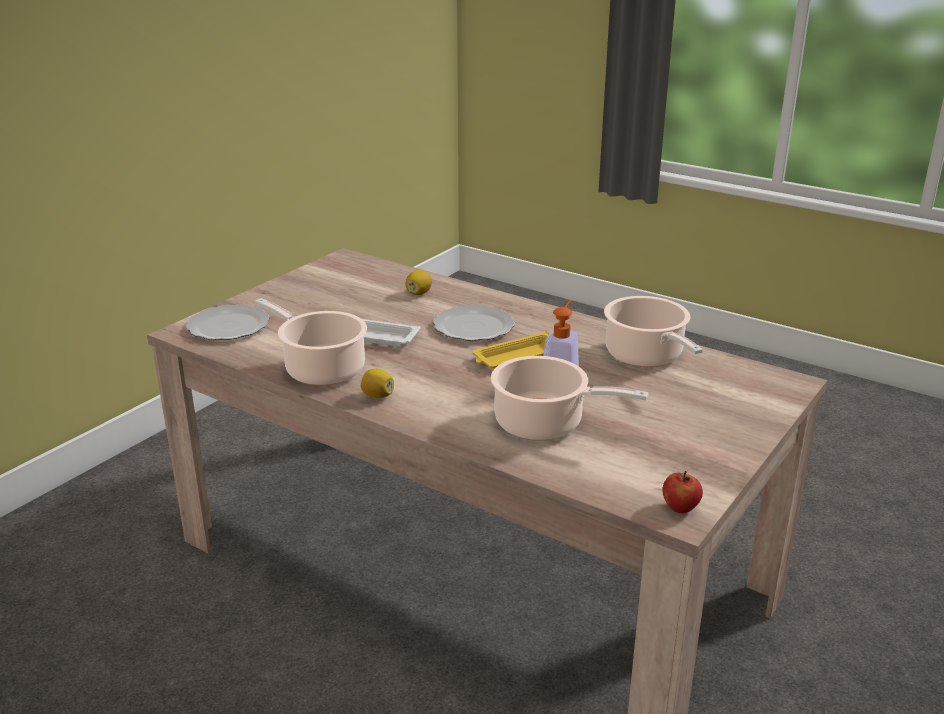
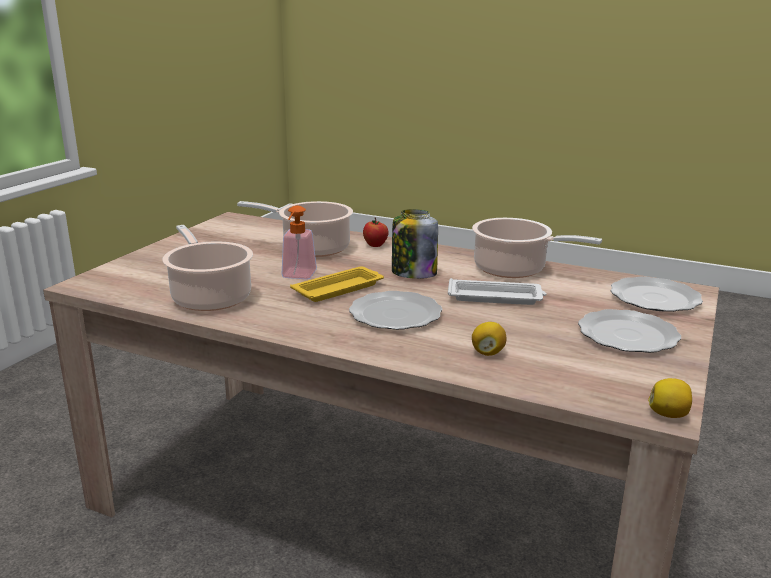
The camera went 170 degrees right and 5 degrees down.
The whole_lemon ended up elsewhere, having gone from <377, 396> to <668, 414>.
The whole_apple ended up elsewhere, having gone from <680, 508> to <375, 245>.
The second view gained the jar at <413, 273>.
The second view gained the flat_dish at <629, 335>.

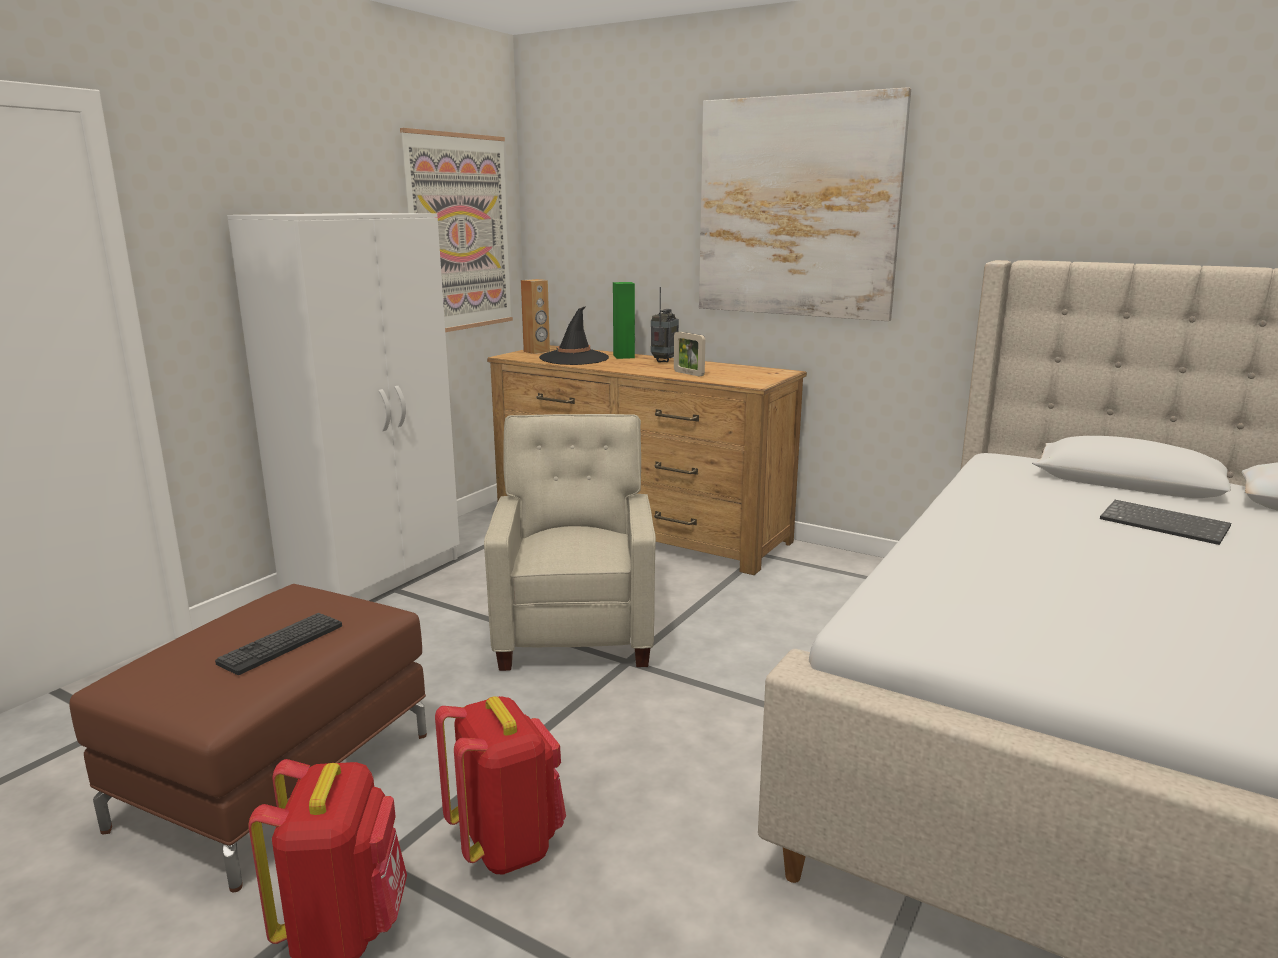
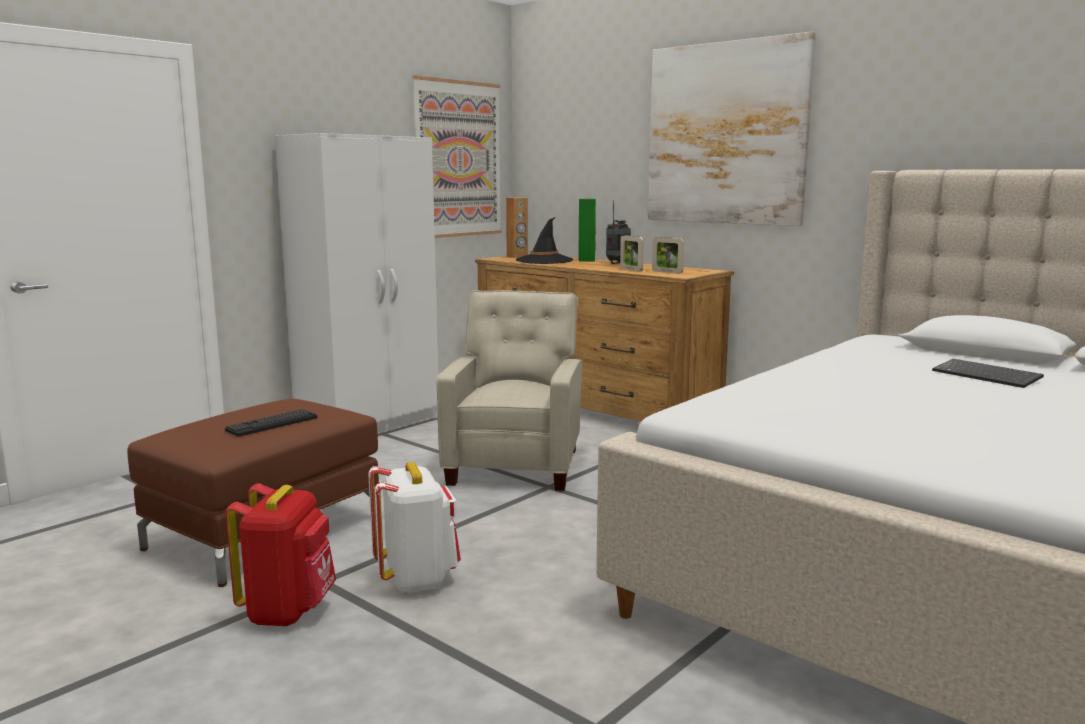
The camera went 10 degrees right and 5 degrees down.
What was the red-coloured_knapsack at <506, 844> turned into the whitish_knapsack at <416, 579>.
The second view gained the photo_frame at <667, 272>.

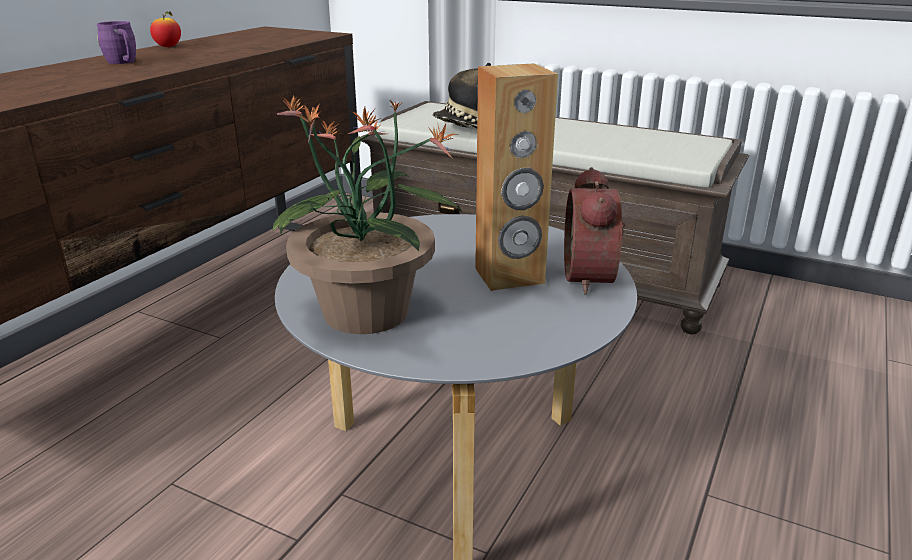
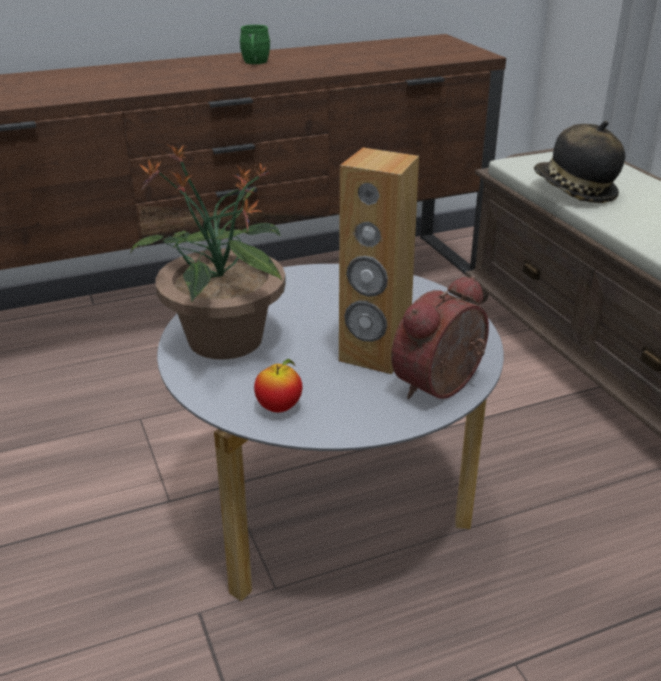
The camera went 40 degrees right and 5 degrees up.
What was the purple-coloured_coffee_mug at <123, 62> turned into the green-coloured_coffee_mug at <255, 63>.
The whole_apple ended up elsewhere, having gone from <168, 47> to <279, 408>.

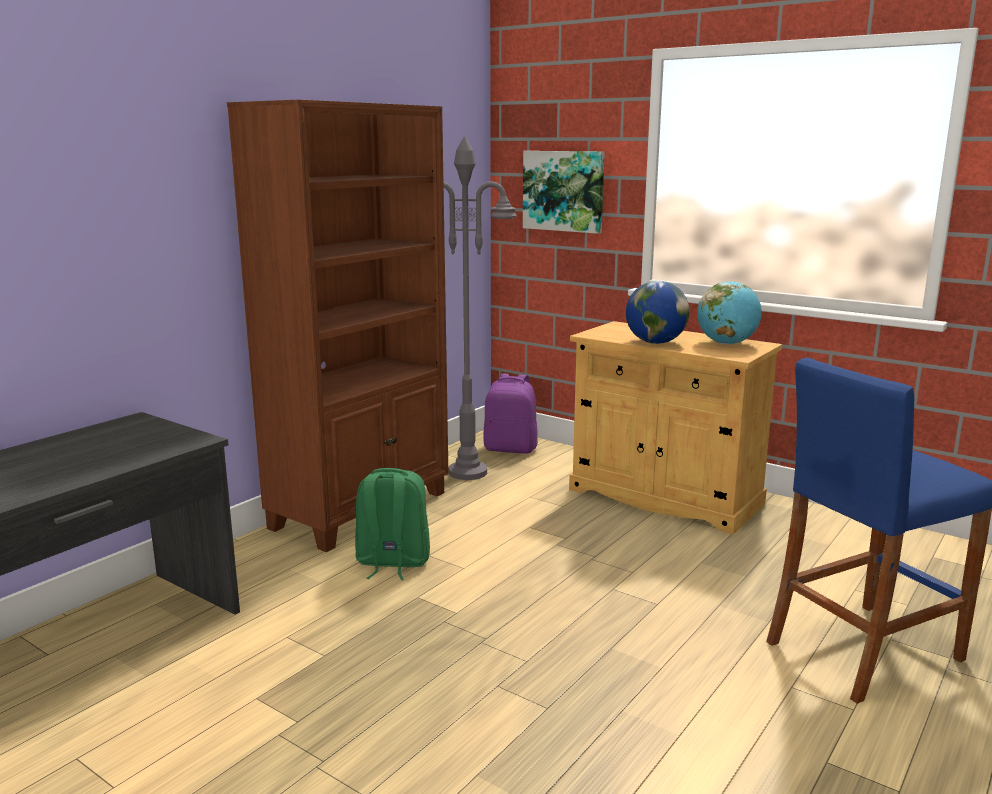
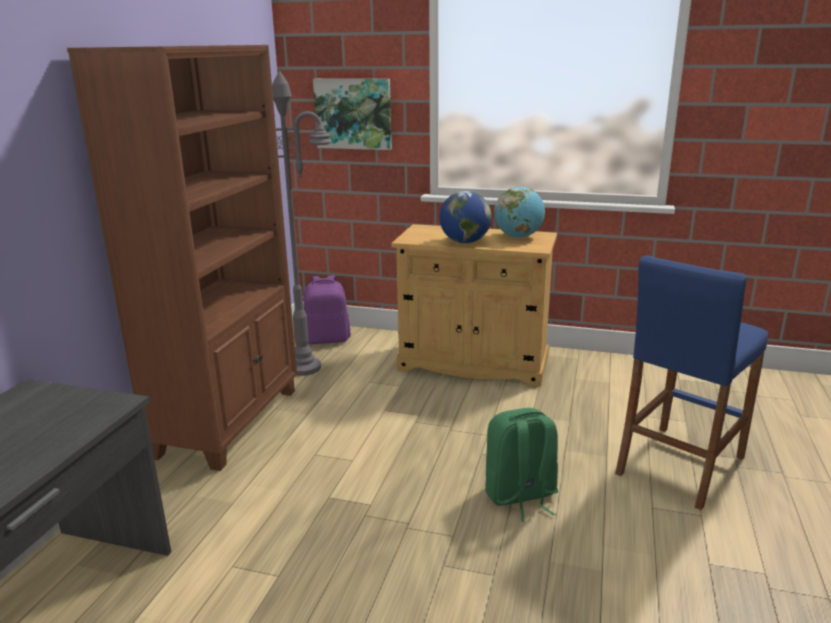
The camera went 20 degrees left and 5 degrees up.
The green-coloured_knapsack ended up elsewhere, having gone from <392, 562> to <520, 496>.

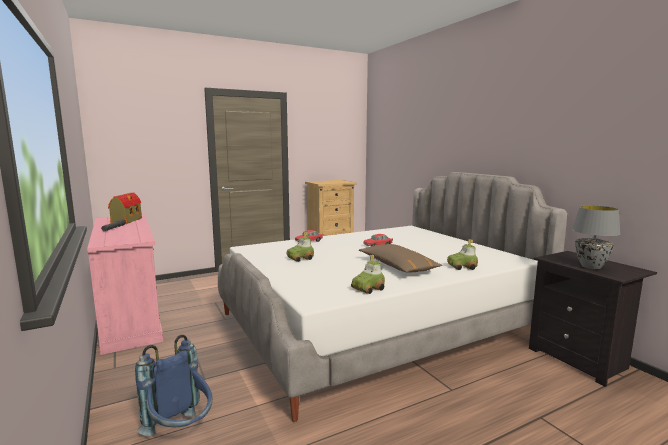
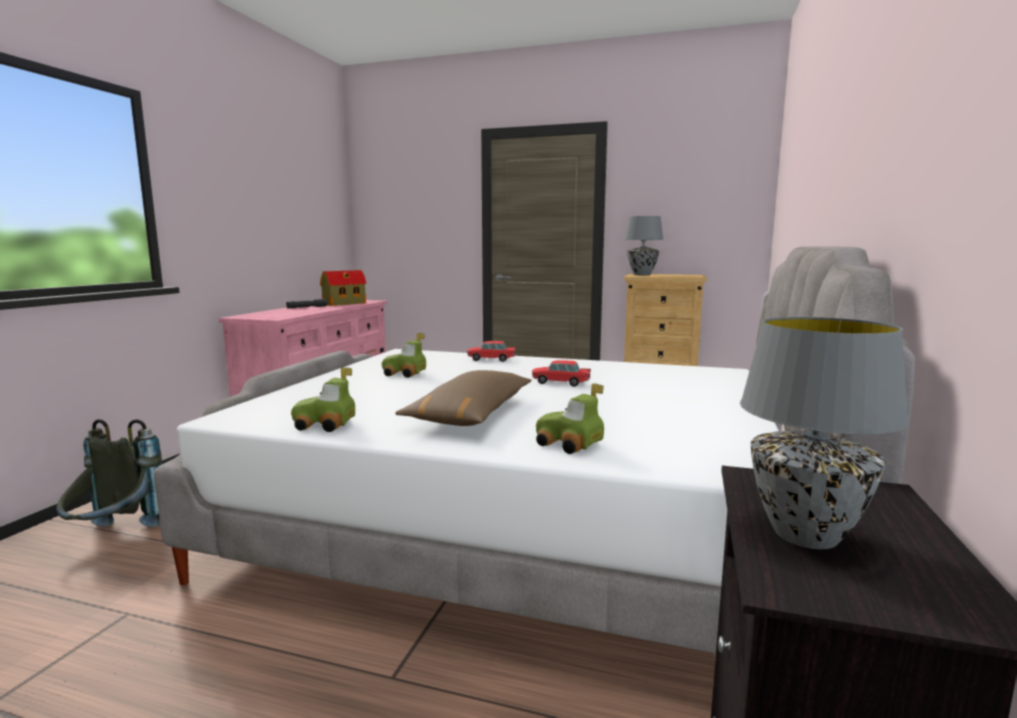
The camera went 45 degrees right and 0 degrees up.
What was the bluish_knapsack at <181, 433> turned into the gray_knapsack at <114, 537>.
The second view gained the gray_table_lamp at <642, 275>.

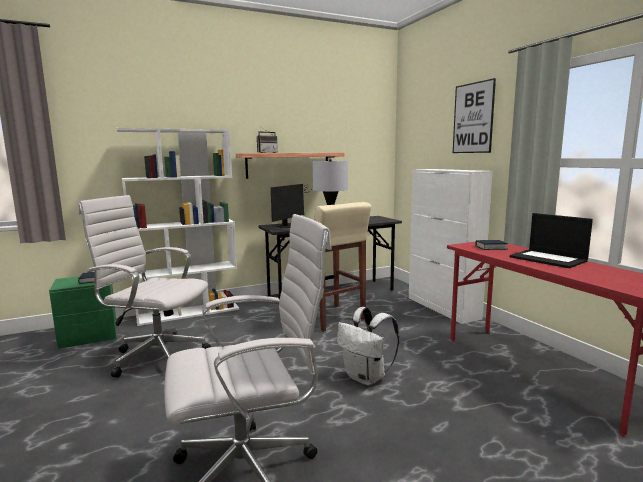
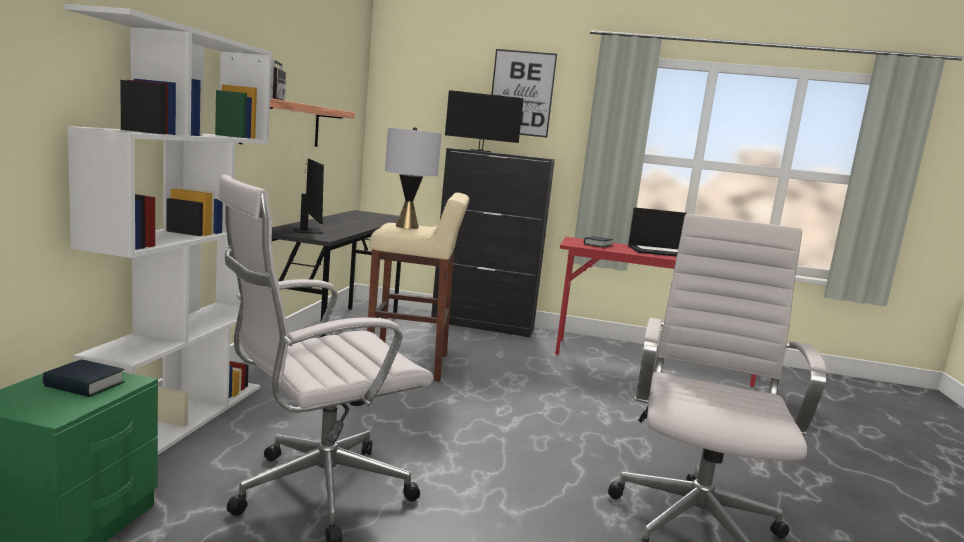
The camera went 55 degrees left and 0 degrees up.
The second view lost the whitish_knapsack at <366, 378>.
What was the whitish_storage_cabinet at <443, 308> turned into the blackish_storage_cabinet at <483, 325>.
The second view gained the computer_screen at <484, 151>.

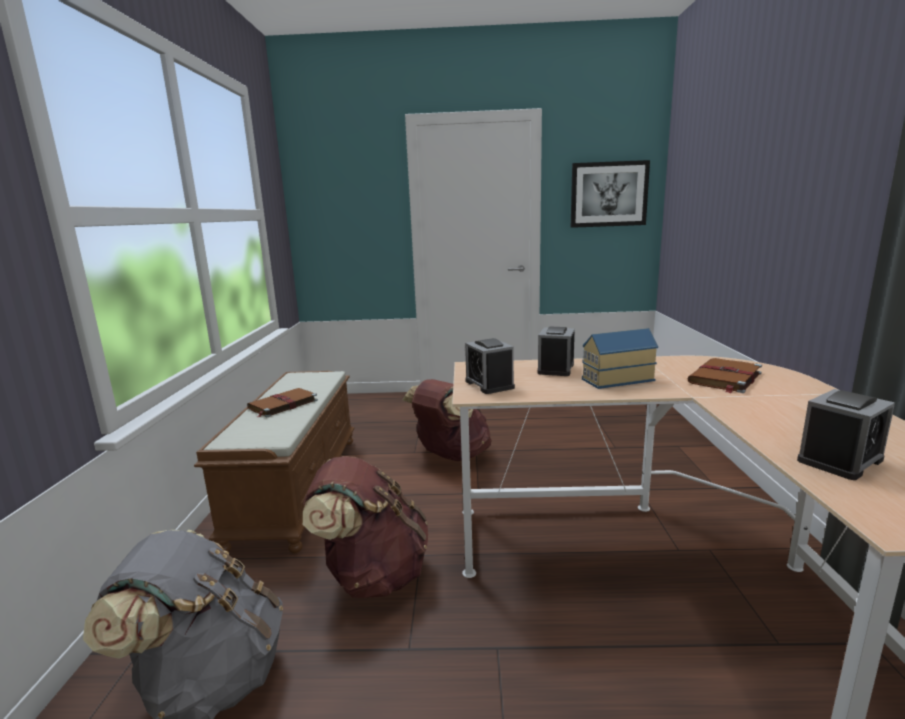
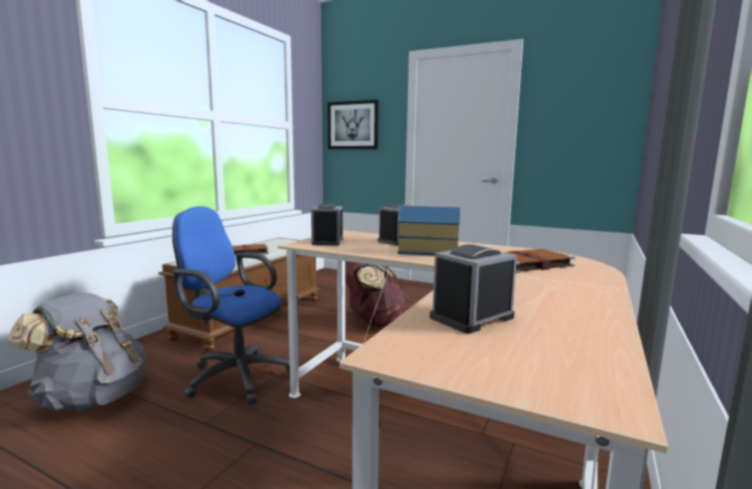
The camera went 25 degrees right and 5 degrees down.
Where the brown_knapsack stood at <372, 575>, the bluish_desk_chair came to stand at <234, 376>.
The wall_art ended up elsewhere, having gone from <608, 194> to <353, 125>.
The alarm_clock at <839, 460> ended up facing another way, 150 degrees clockwise from before.

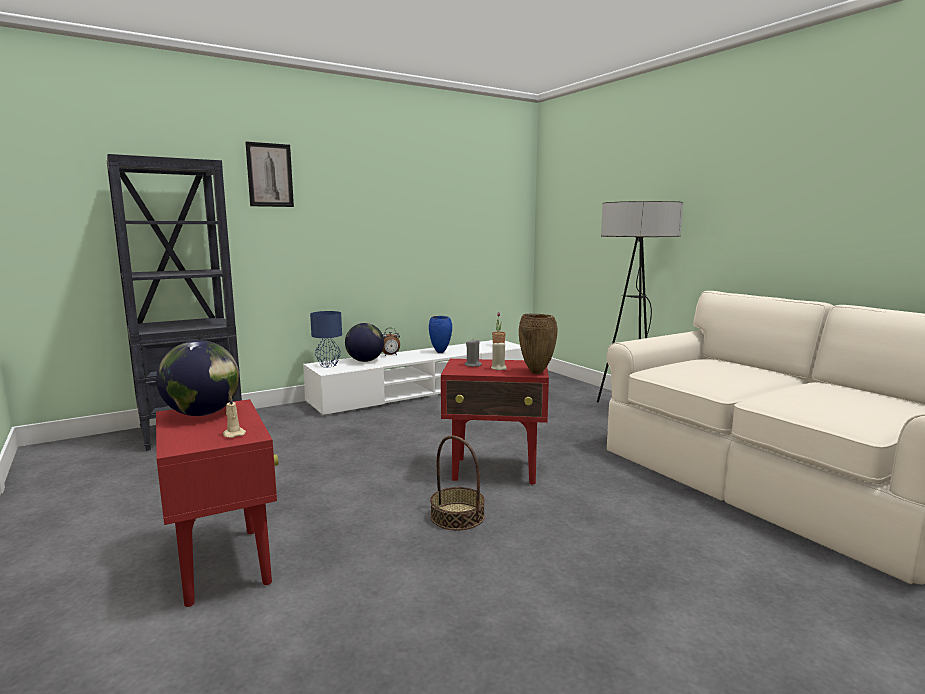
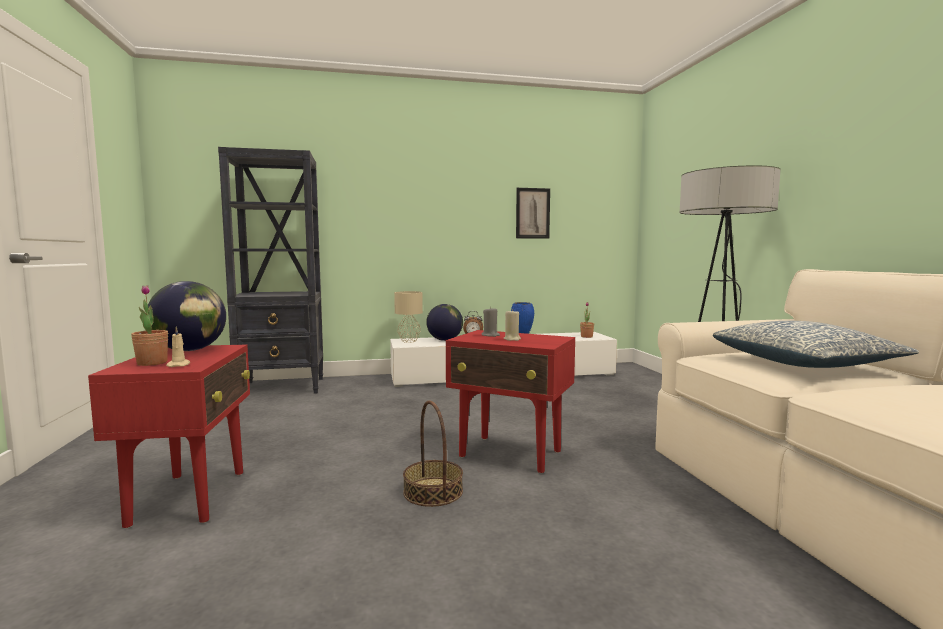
The camera went 20 degrees right and 5 degrees down.
The wall_art ended up elsewhere, having gone from <270, 175> to <532, 213>.
What was the bluish_table_lamp at <329, 365> turned into the sand-coloured_table_lamp at <409, 341>.
The second view lost the brown_flower_vase at <537, 373>.
The second view gained the houseplant at <152, 363>.
The second view gained the cushion at <804, 364>.

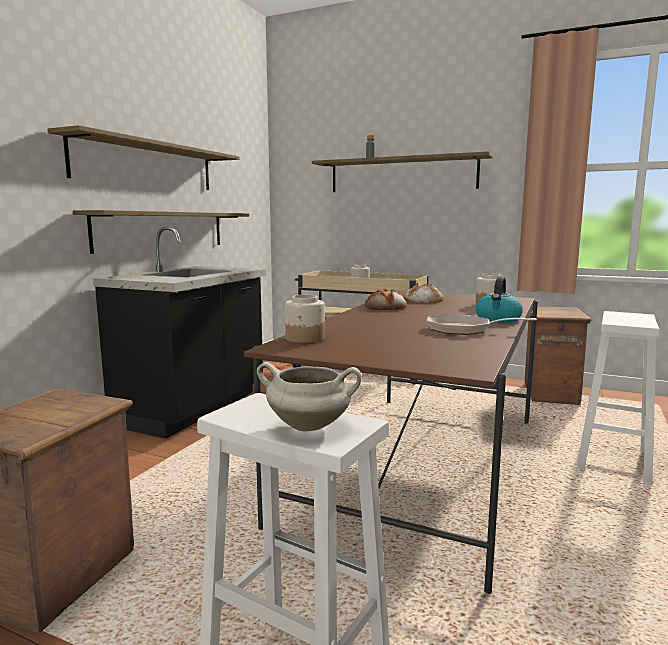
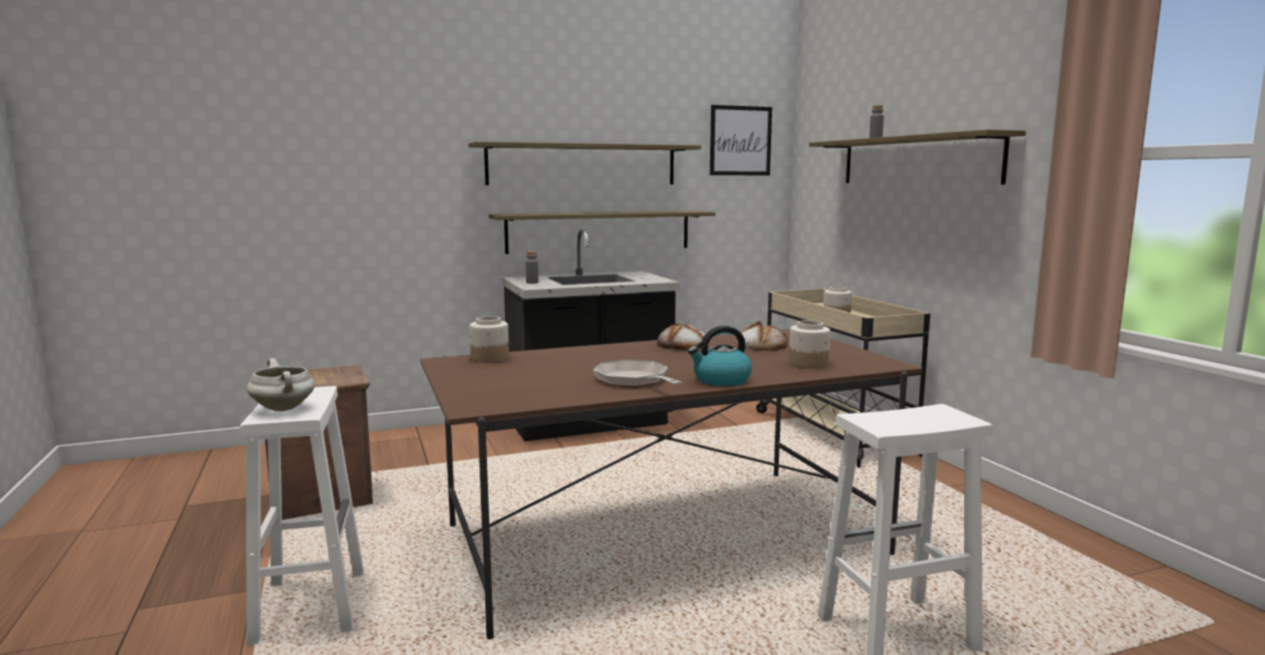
The camera went 45 degrees right and 0 degrees up.
The second view lost the packing_crate at <550, 394>.
The second view gained the gray_bottle at <532, 282>.
The second view gained the wall_art at <740, 141>.

